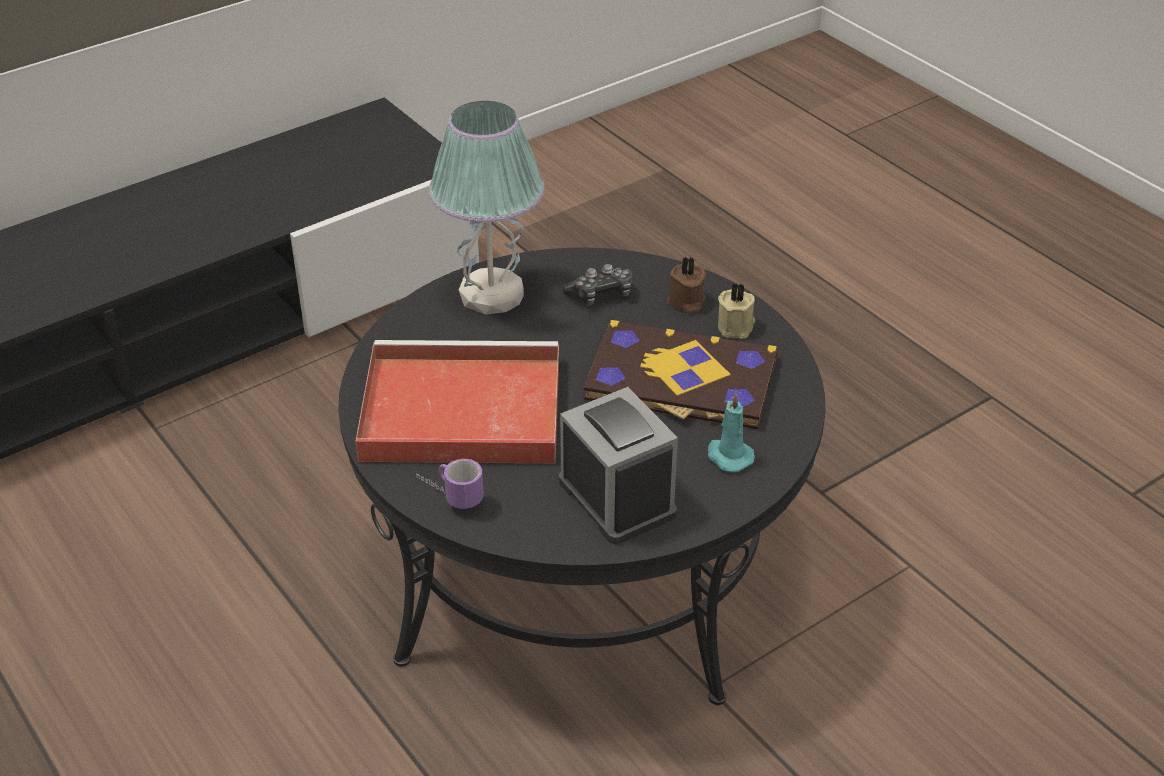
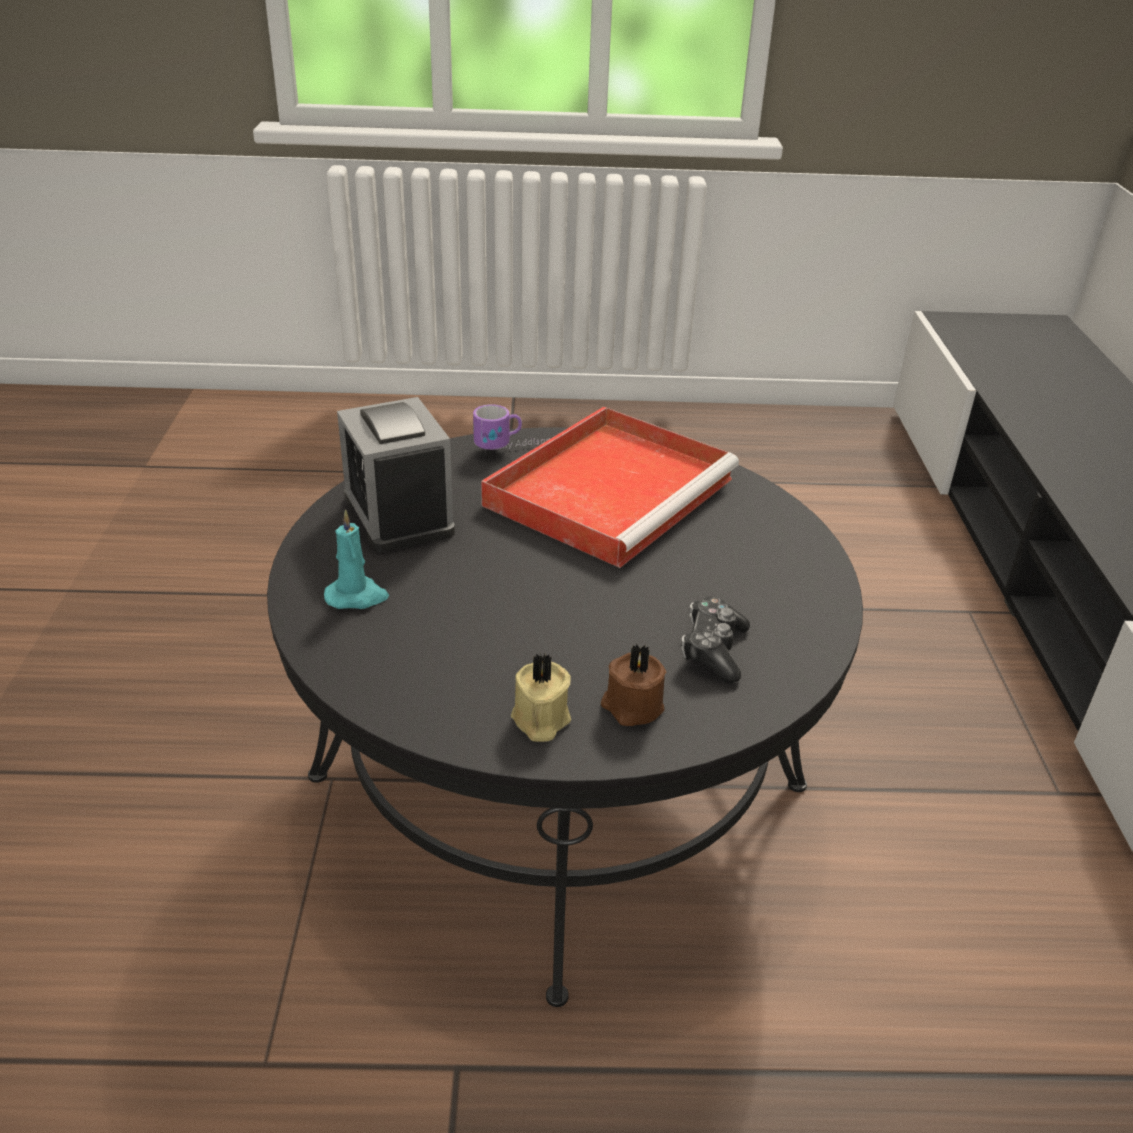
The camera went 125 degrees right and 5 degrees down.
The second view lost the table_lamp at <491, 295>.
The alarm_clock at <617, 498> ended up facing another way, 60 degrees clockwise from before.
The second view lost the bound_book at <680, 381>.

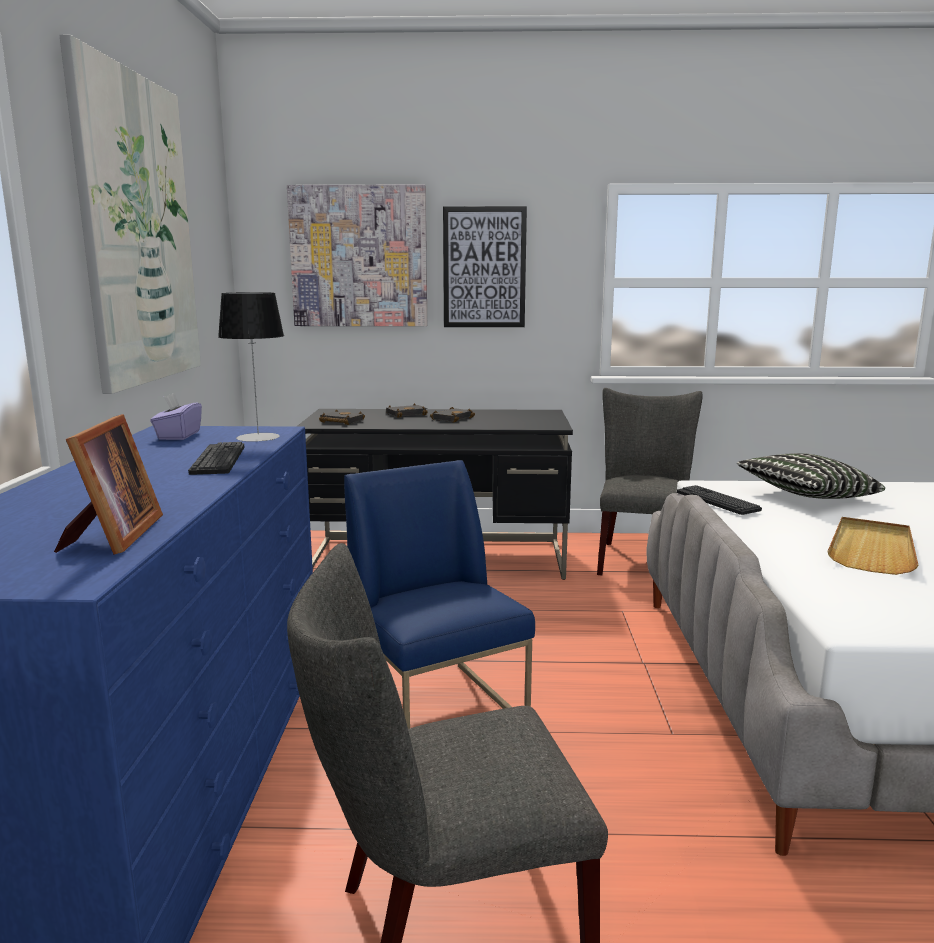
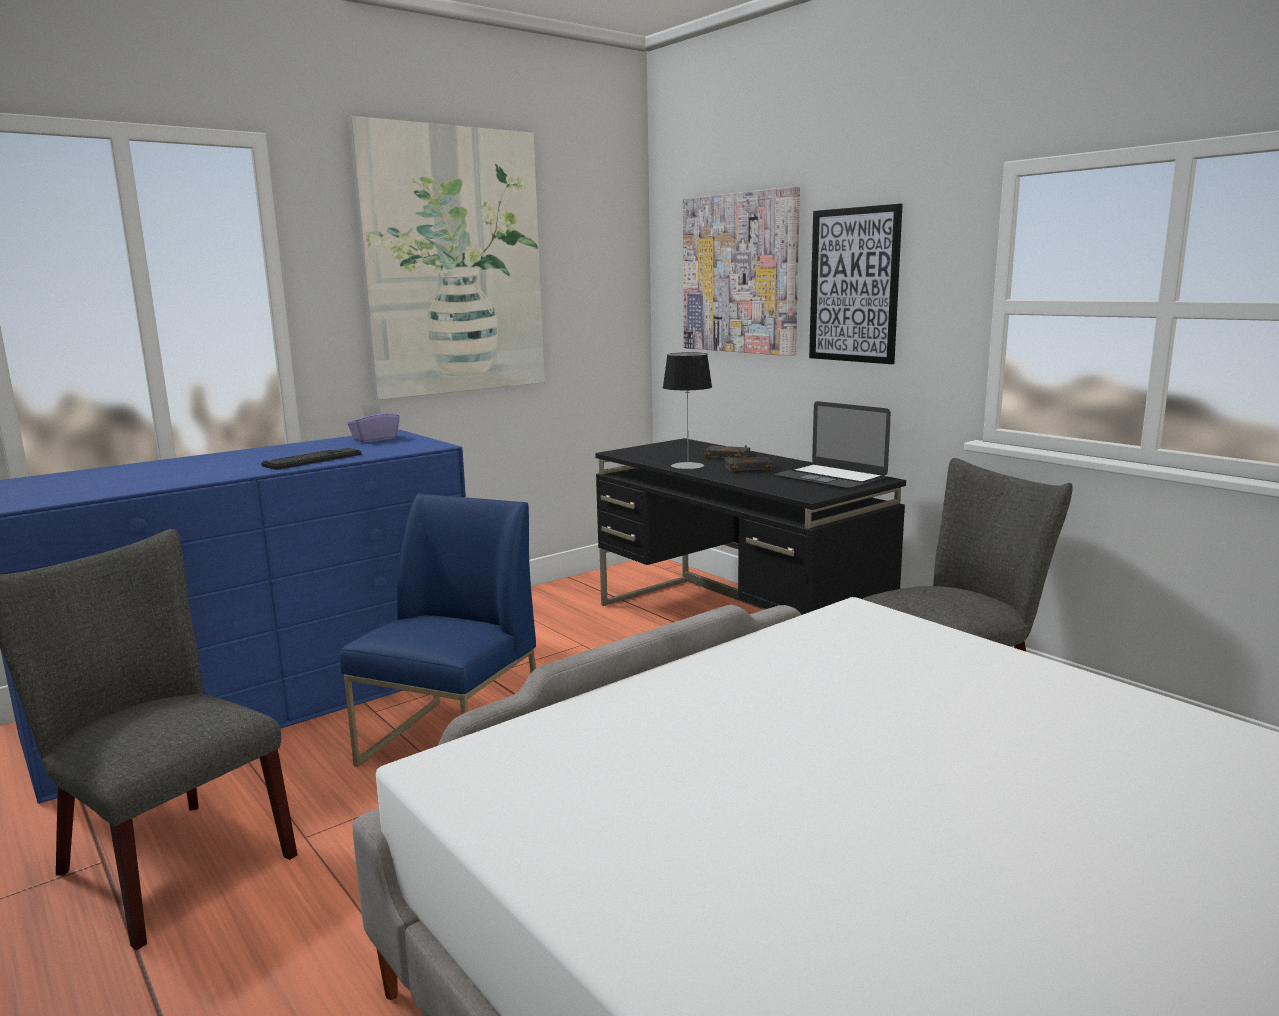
The camera went 50 degrees right and 0 degrees up.
The second view lost the photo_frame at <112, 536>.
The table_lamp ended up elsewhere, having gone from <258, 437> to <687, 466>.
The second view lost the blackish_bound_book at <340, 421>.
The second view lost the keyboard at <717, 501>.
The second view lost the cushion at <806, 496>.
The second view lost the sand-coloured_tray at <872, 549>.
The second view gained the notebook_computer at <830, 477>.

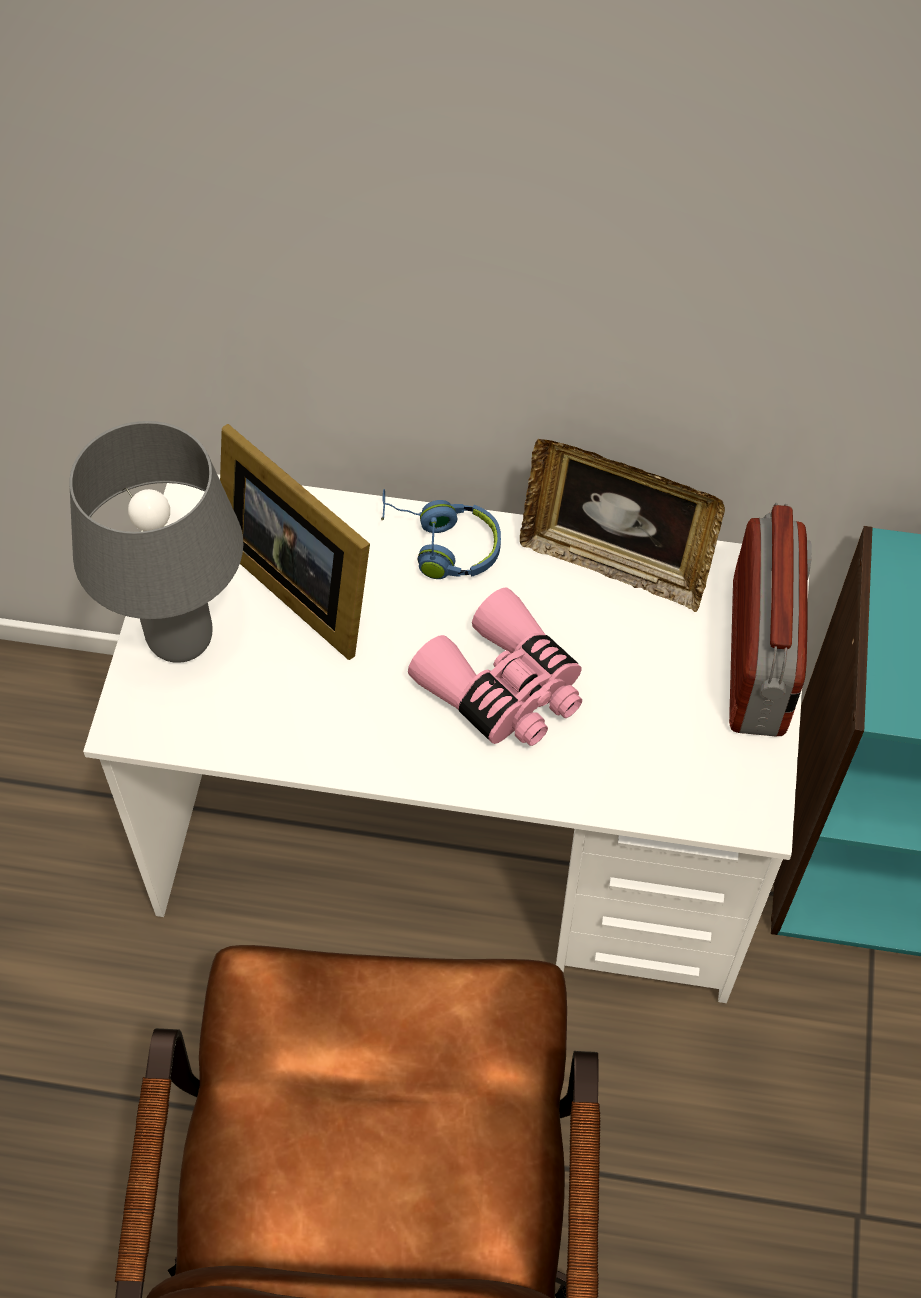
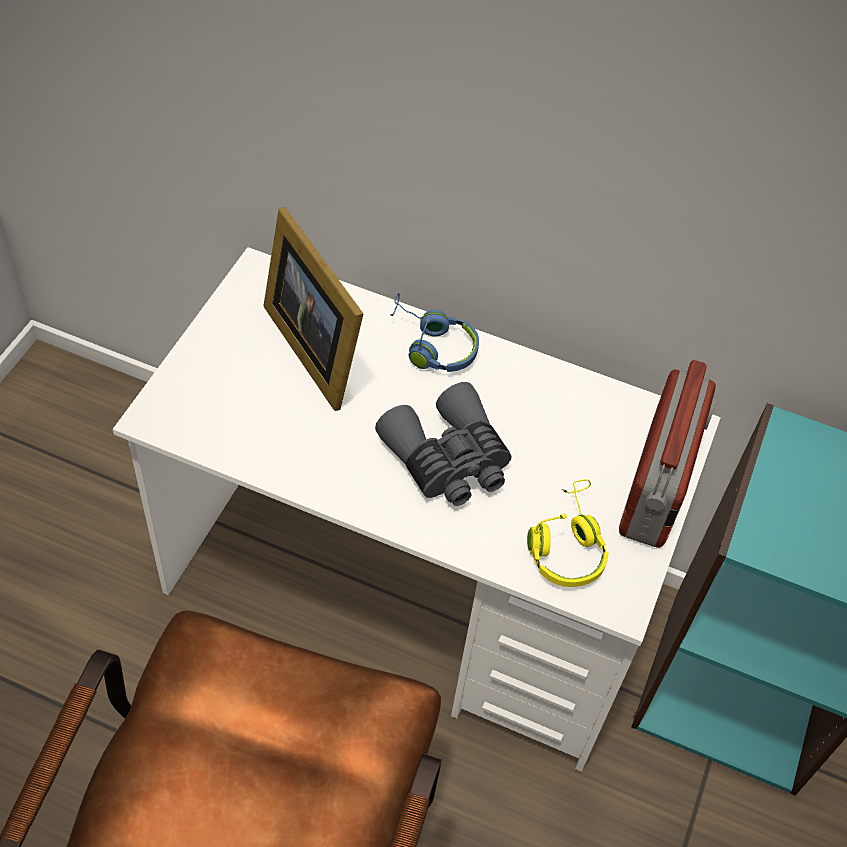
The camera went 10 degrees right and 5 degrees down.
The second view lost the gray_table_lamp at <179, 638>.
What was the pink_field_glasses at <504, 688> turned into the gray_field_glasses at <448, 460>.
The second view lost the photo_frame at <614, 563>.
The second view gained the yellow_headset at <566, 544>.

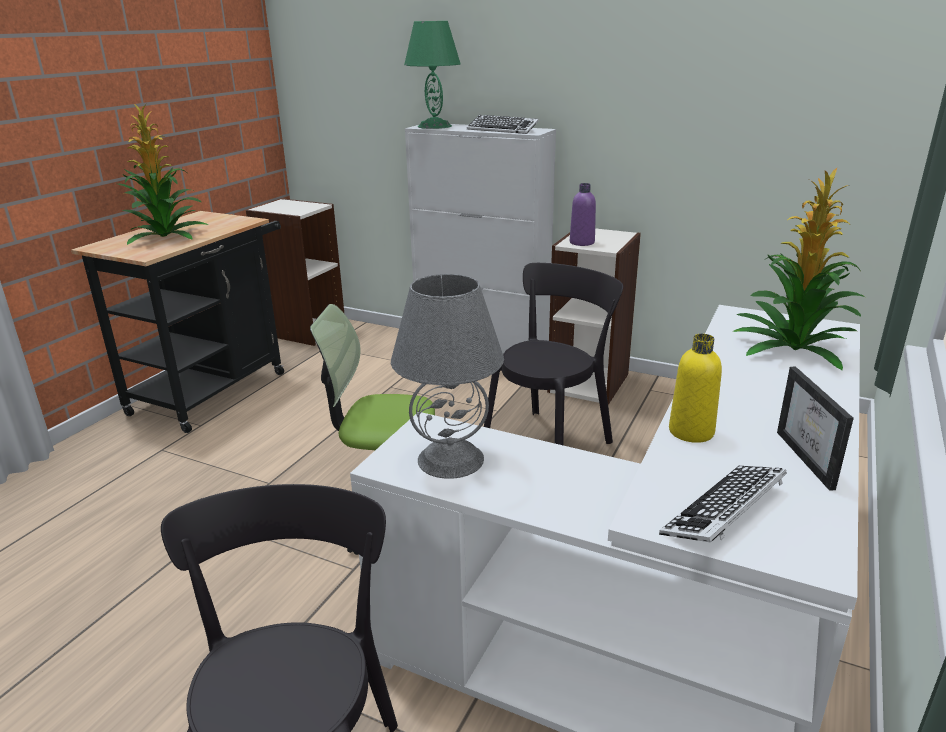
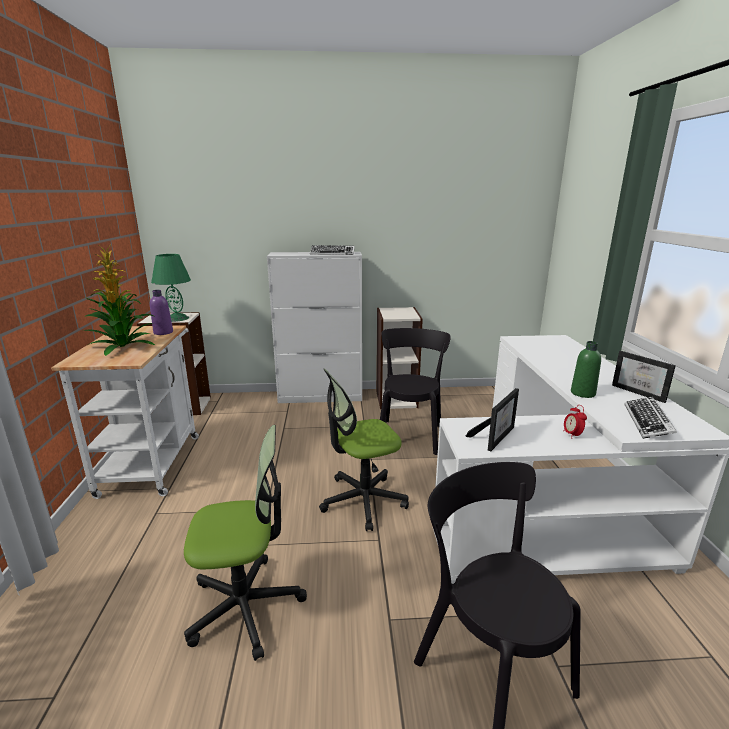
The camera went 30 degrees left and 5 degrees down.
What was the blackish_wheeled_cart at <215, 389> turned into the whitish_wheeled_cart at <153, 460>.
Where the gray_table_lamp stood at <451, 459>, the photo_frame came to stand at <495, 436>.
The green-coloured_table_lamp ended up elsewhere, having gone from <435, 126> to <177, 318>.
The purple-coloured_bottle ended up elsewhere, having gone from <582, 242> to <163, 332>.
What was the yellow_bottle at <691, 432> turned into the green-coloured_bottle at <582, 393>.
The second view lost the houseplant at <793, 347>.
The second view gained the desk_chair at <245, 606>.
The second view gained the alarm_clock at <572, 435>.

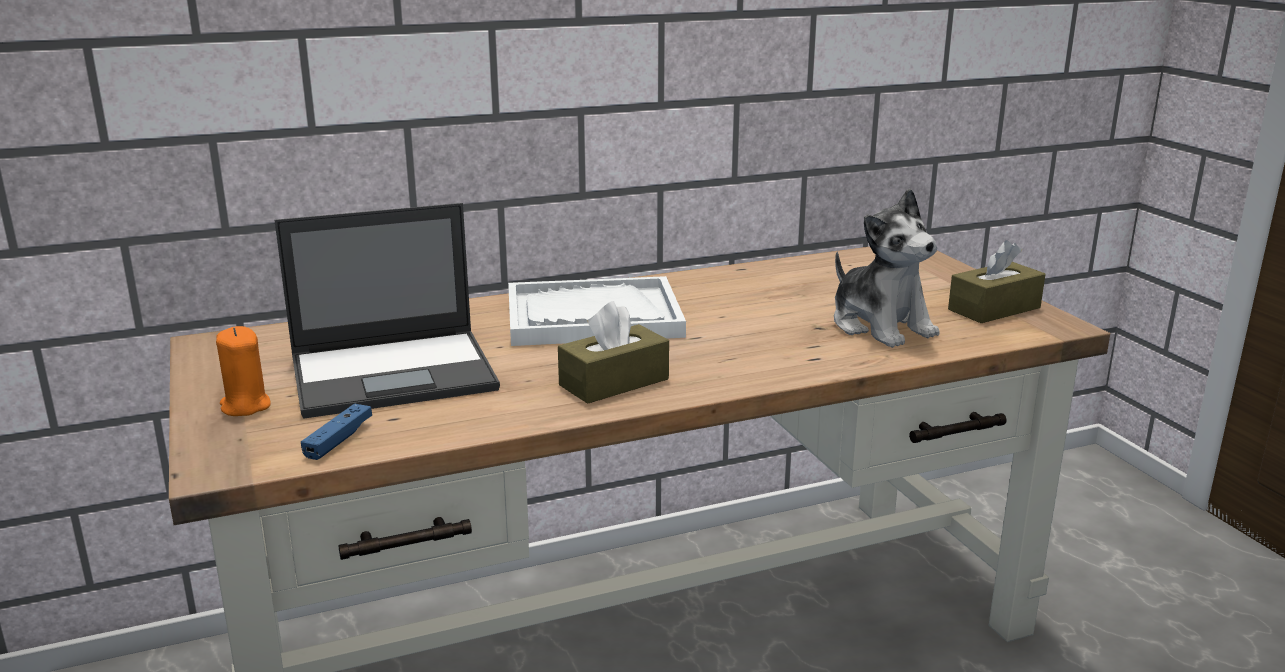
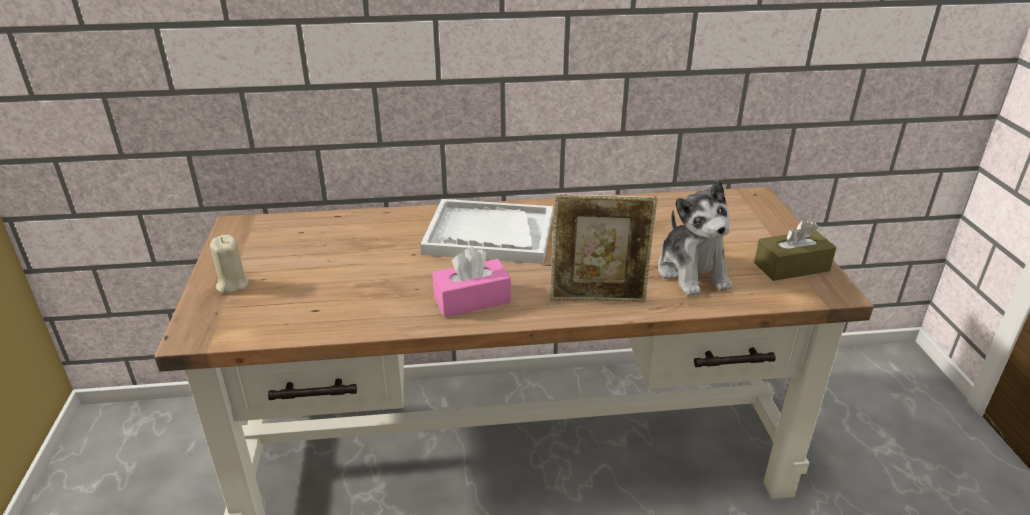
The camera went 15 degrees right and 10 degrees up.
What was the orange-coloured_wax_light at <245, 406> turned into the sand-coloured_wax_light at <232, 284>.
The second view lost the notebook_computer at <396, 373>.
The second view lost the bluish_joypad at <338, 440>.
What was the brown_tissue_holder at <614, 382> turned into the pink_tissue_holder at <472, 300>.
The second view gained the photo_frame at <598, 297>.

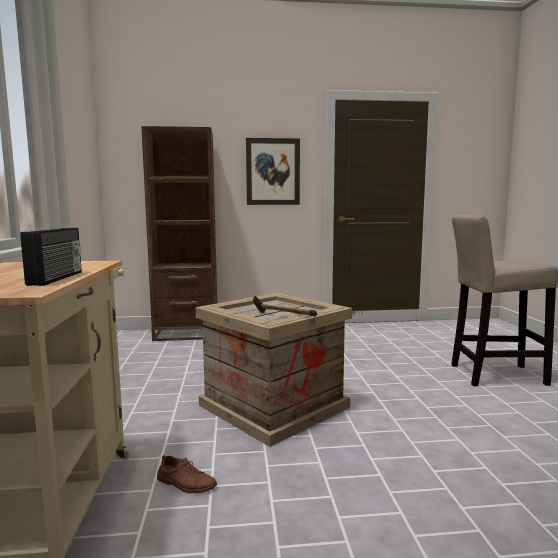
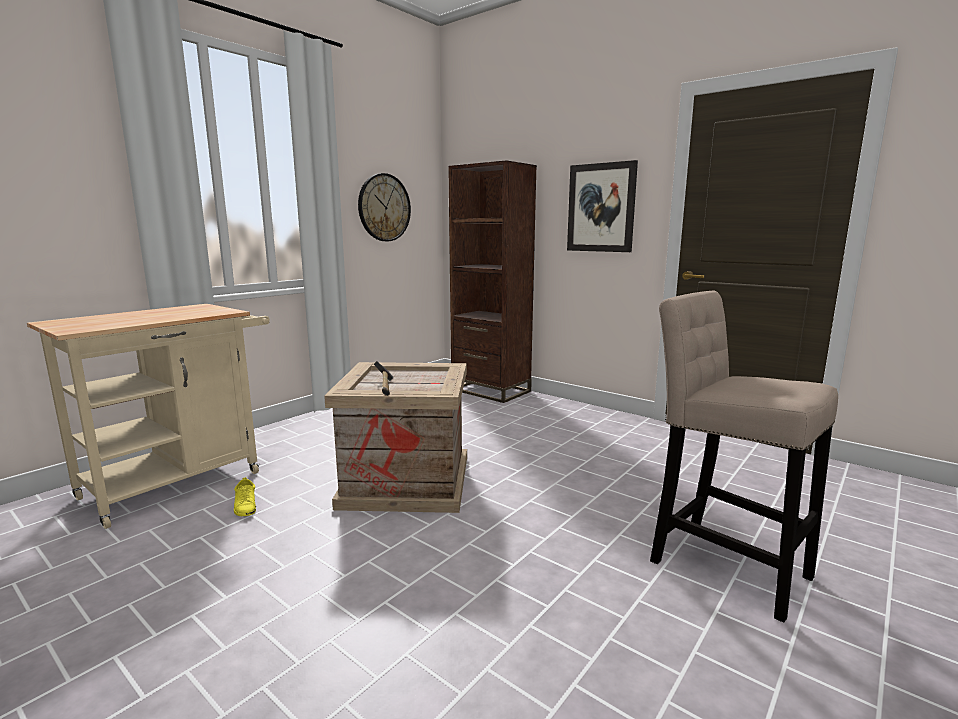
The camera went 45 degrees right and 5 degrees up.
The second view lost the radio at <58, 278>.
What was the brown_shoe at <186, 483> turned into the yellow_shoe at <245, 505>.
The second view gained the clock_on_the_wall at <384, 207>.

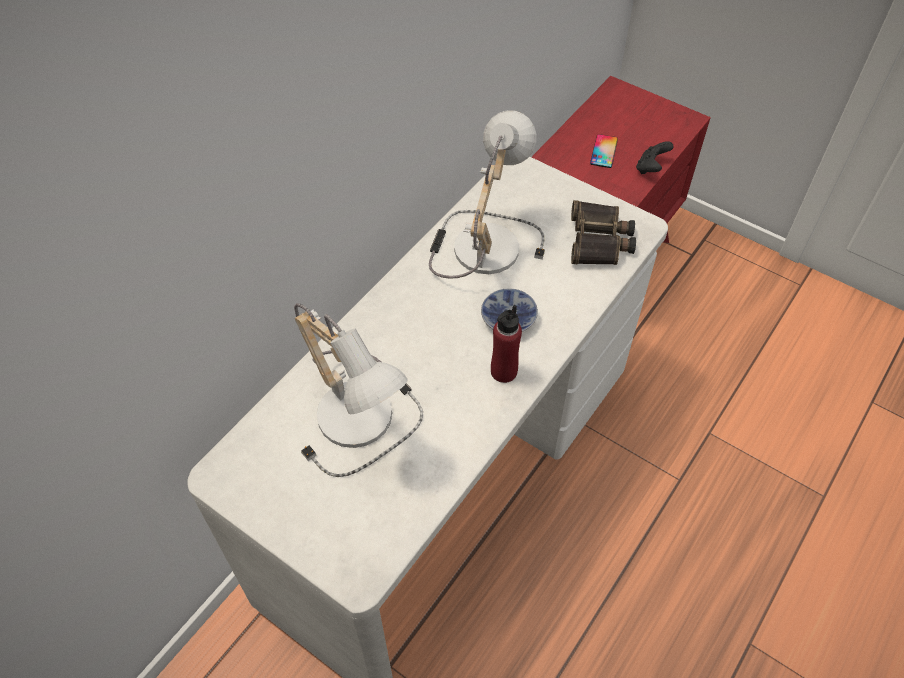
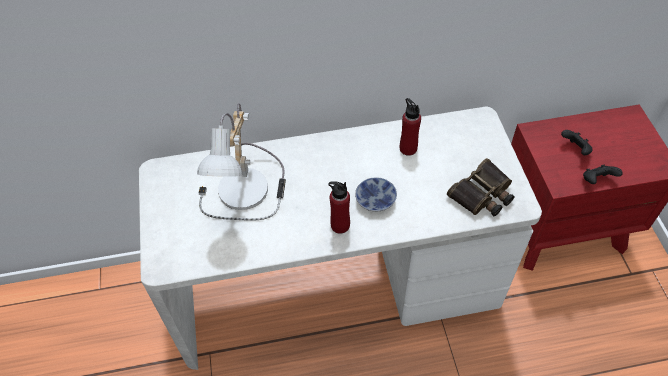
The camera went 45 degrees right and 0 degrees up.
Where the table_lamp stood at <481, 245>, the red-coloured_bottle came to stand at <408, 148>.
Where the handset stood at <604, 151>, the blackish_joypad came to stand at <575, 149>.

